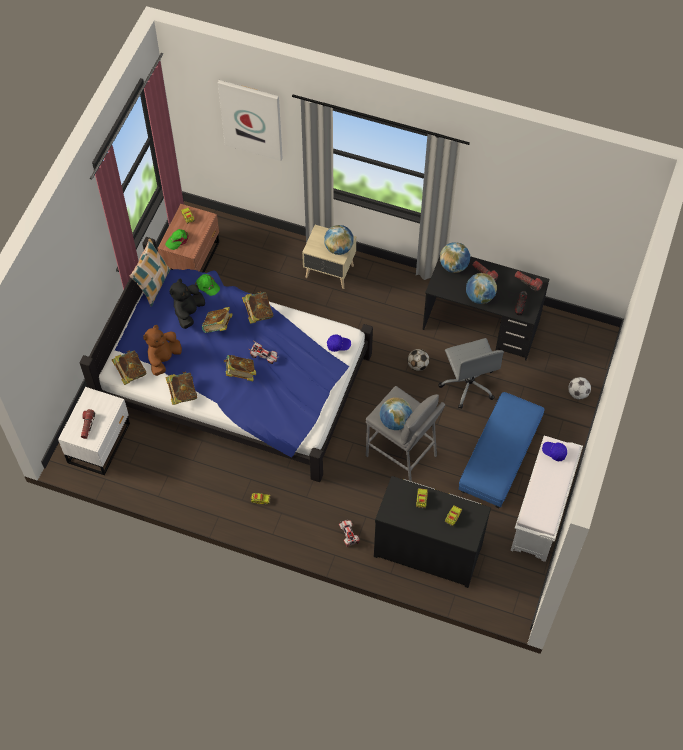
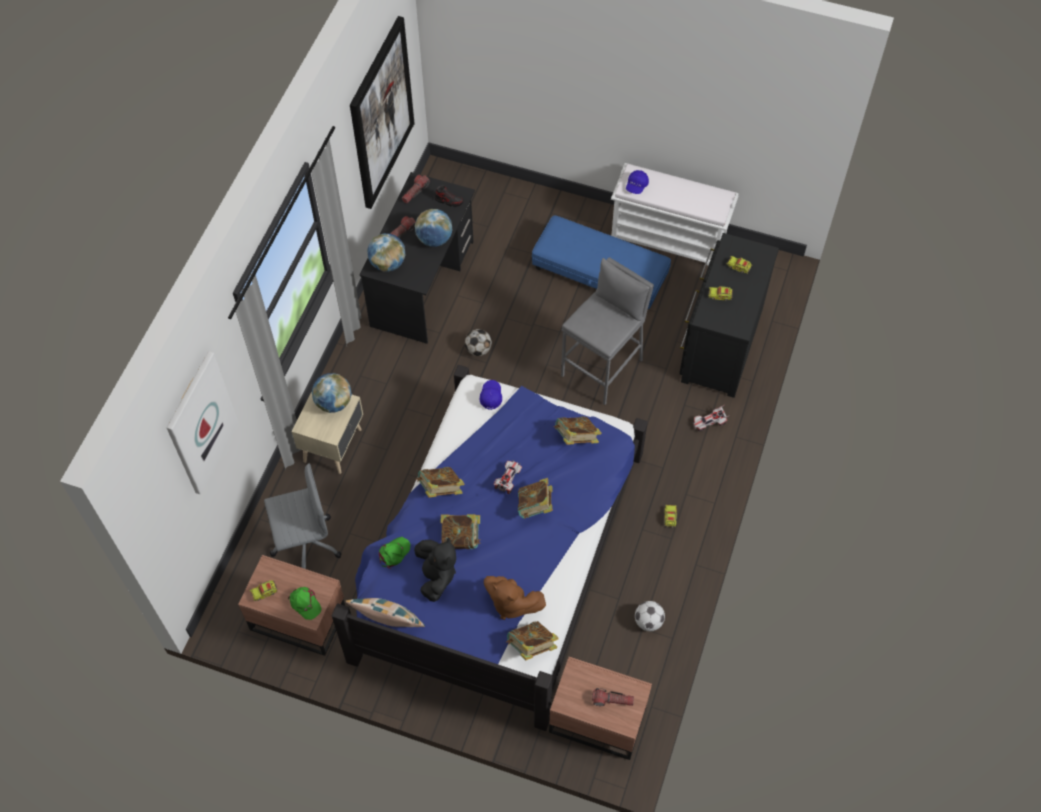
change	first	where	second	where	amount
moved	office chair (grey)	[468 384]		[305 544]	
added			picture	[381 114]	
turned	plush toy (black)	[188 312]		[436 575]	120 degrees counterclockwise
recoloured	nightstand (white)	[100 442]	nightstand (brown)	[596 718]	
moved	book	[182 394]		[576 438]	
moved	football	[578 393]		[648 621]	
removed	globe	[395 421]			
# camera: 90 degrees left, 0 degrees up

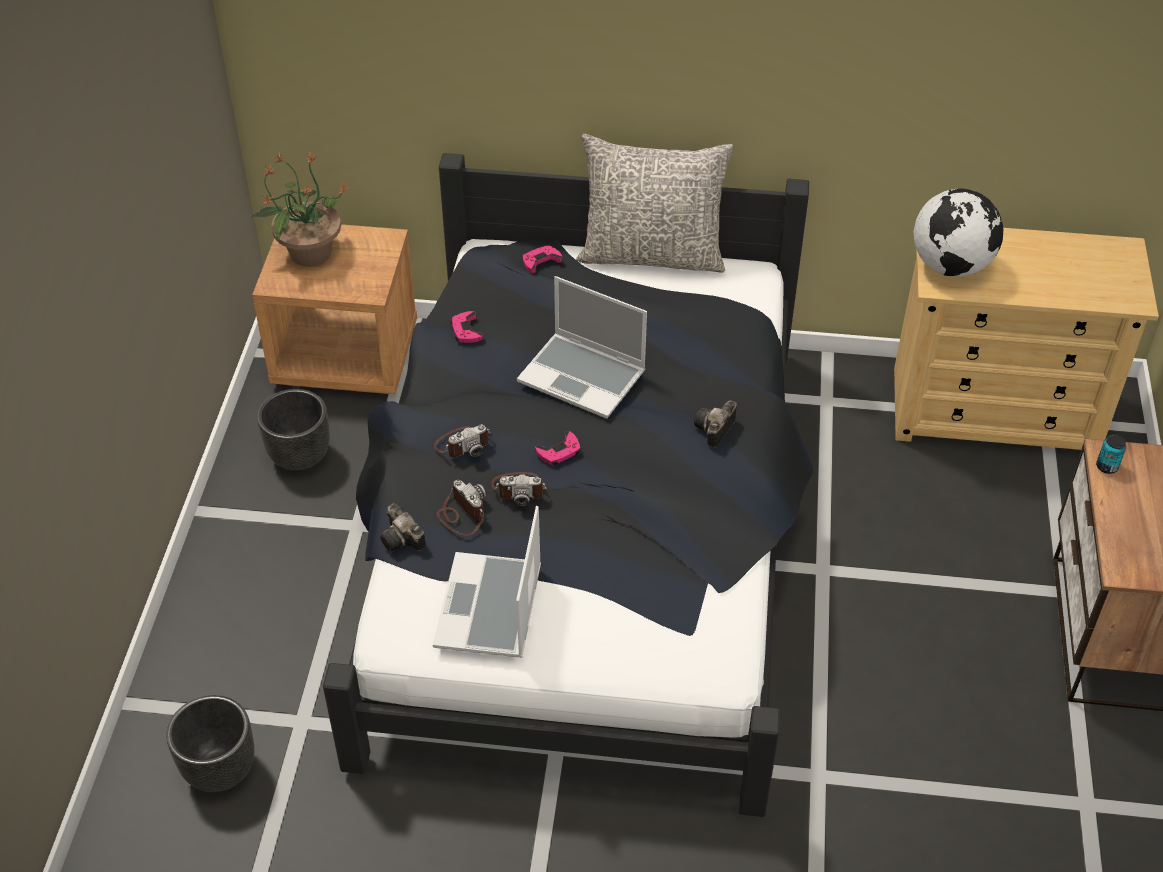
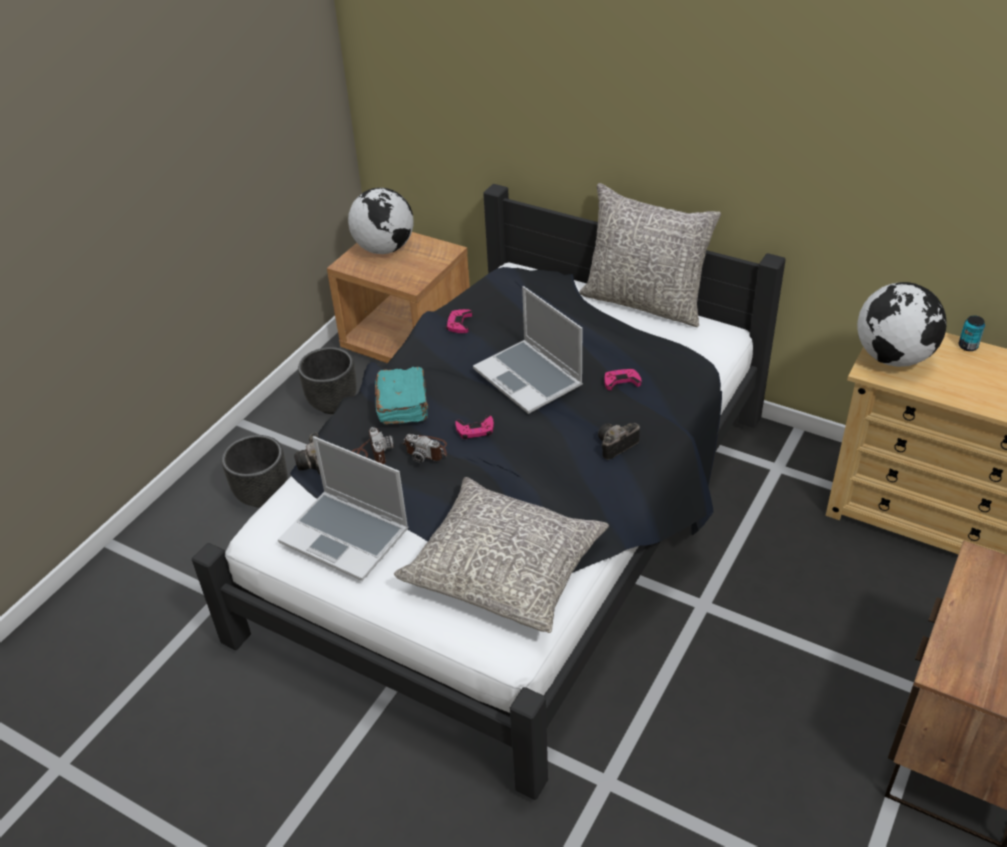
change	first	where	second	where	amount
moved	planter (black)	[221 770]		[264 495]	
turned	laptop	[490 609]		[347 536]	90 degrees counterclockwise
replaced	potted plant	[309 253]	globe	[384 248]	
replaced	photo camera	[463 444]	book (turquoise)	[403 405]	
added			pillow (grey)	[505 568]	
moved	game controller (pink)	[540 261]		[621 381]	
moved	can	[1107 466]		[968 346]	
# camera: 25 degrees right, 5 degrees down

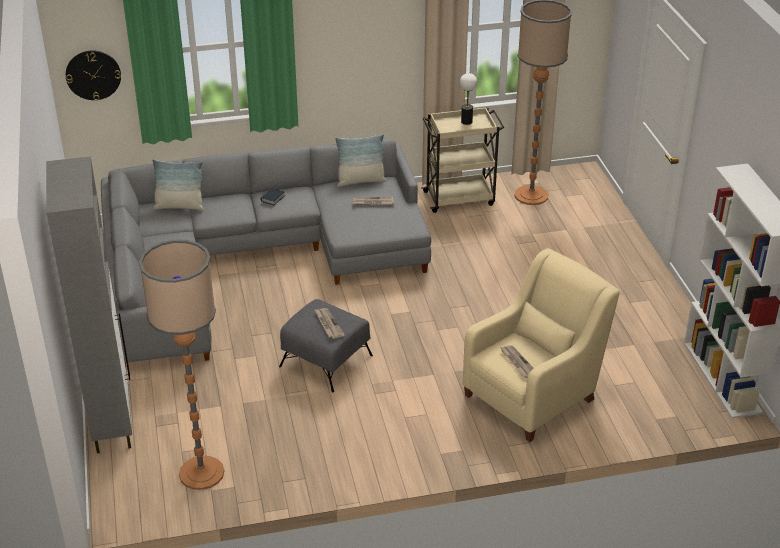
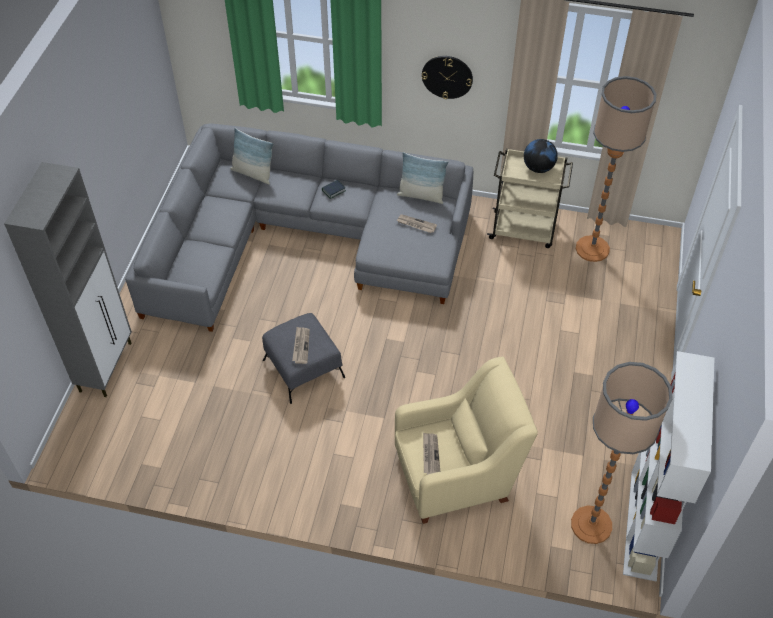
change	first	where	second	where	amount
moved	wall clock	[93 75]		[447 76]	
replaced	table lamp	[466 122]	globe	[538 168]	
moved	floor lamp	[201 473]		[591 525]	
# camera: 25 degrees right, 15 degrees up

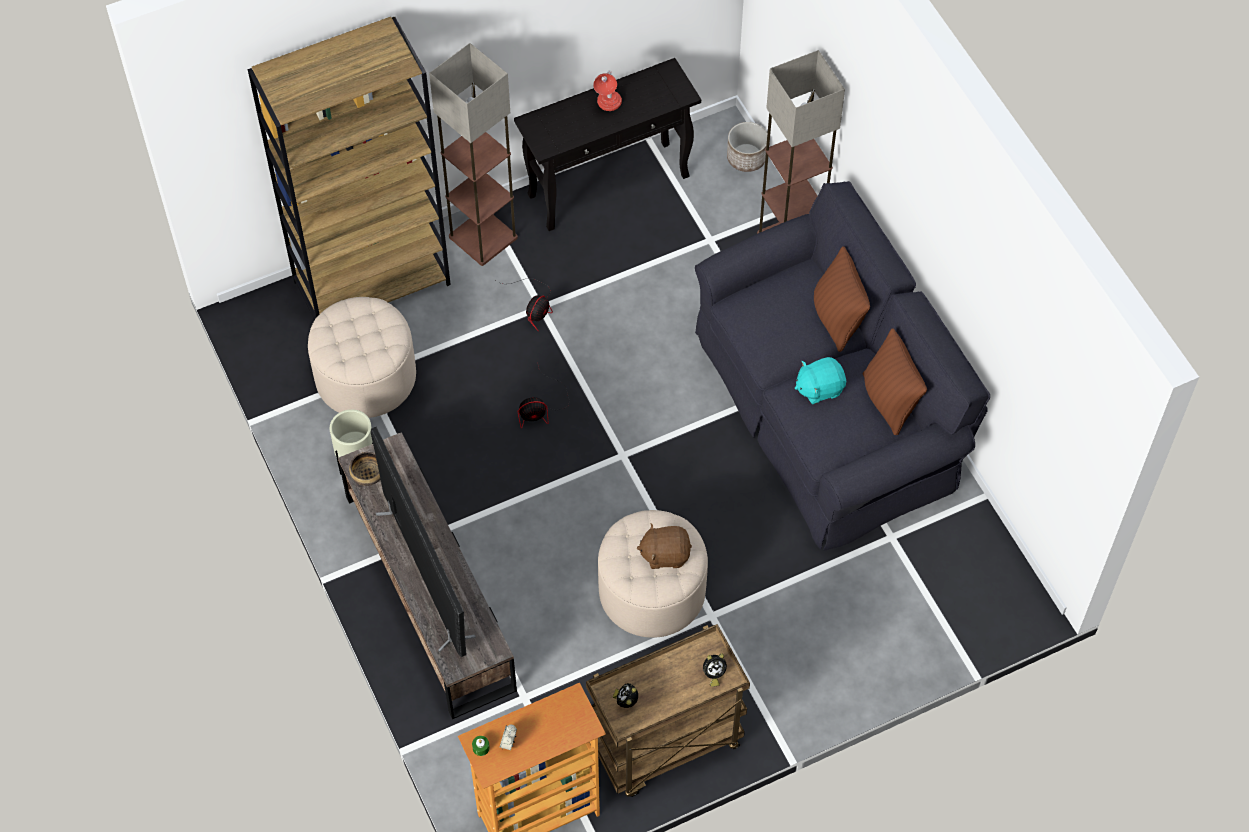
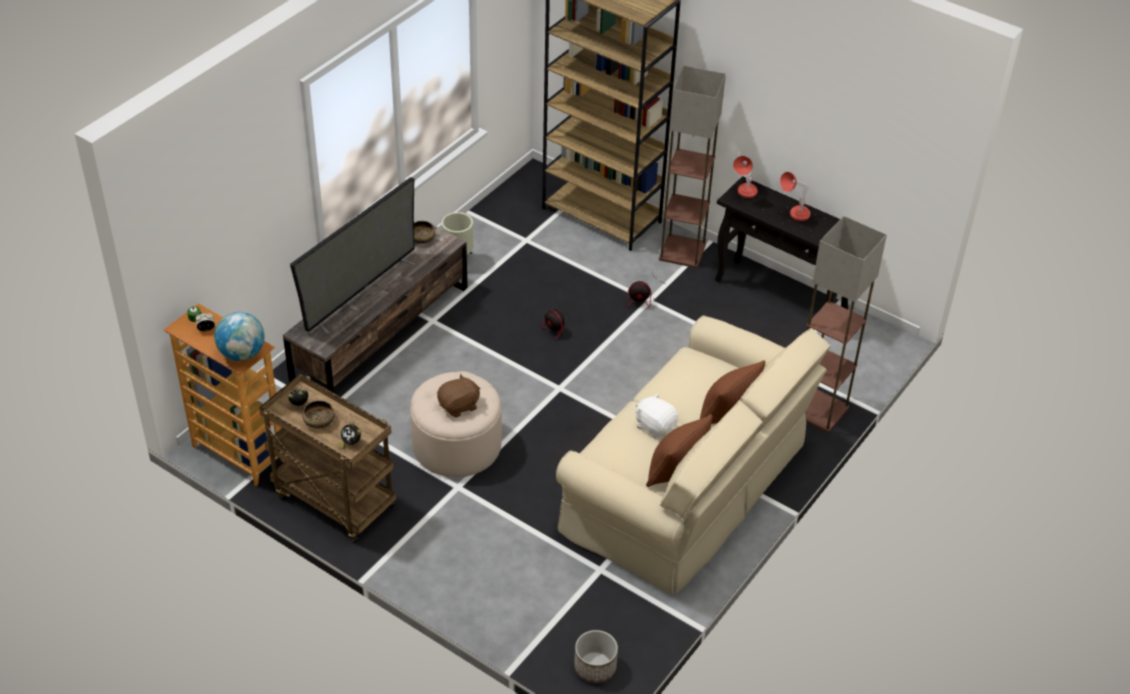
change	first	where	second	where	amount
added			globe	[242 354]	
added			bowl	[319 421]	
turned	plush toy (brown)	[665 554]		[459 406]	90 degrees clockwise
recoloured	sofa (black)	[829 409]	sofa (beige)	[688 488]	
moved	planter	[746 157]		[595 667]	
recoloured	plush toy (turquoise)	[819 388]	plush toy (white)	[655 426]	
added			table lamp (red)	[744 195]	
removed	ottoman (beige)	[366 376]			
# camera: 60 degrees right, 15 degrees down

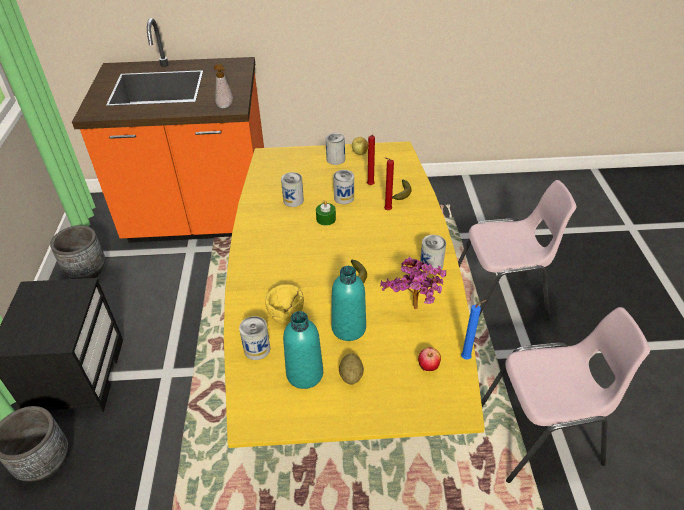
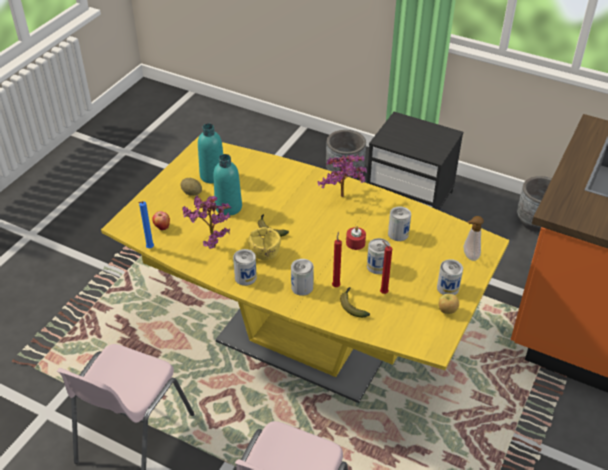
change	first	where	second	where	amount
moved	bowl (yellow)	[286 315]		[265 254]	
moved	can	[257 349]		[302 287]	
added			potted plant	[343 198]	
recoloured	candle (green)	[326 219]	candle (red)	[355 243]	
moved	soap dispenser	[226 106]		[469 256]	
# camera: 120 degrees right, 0 degrees up

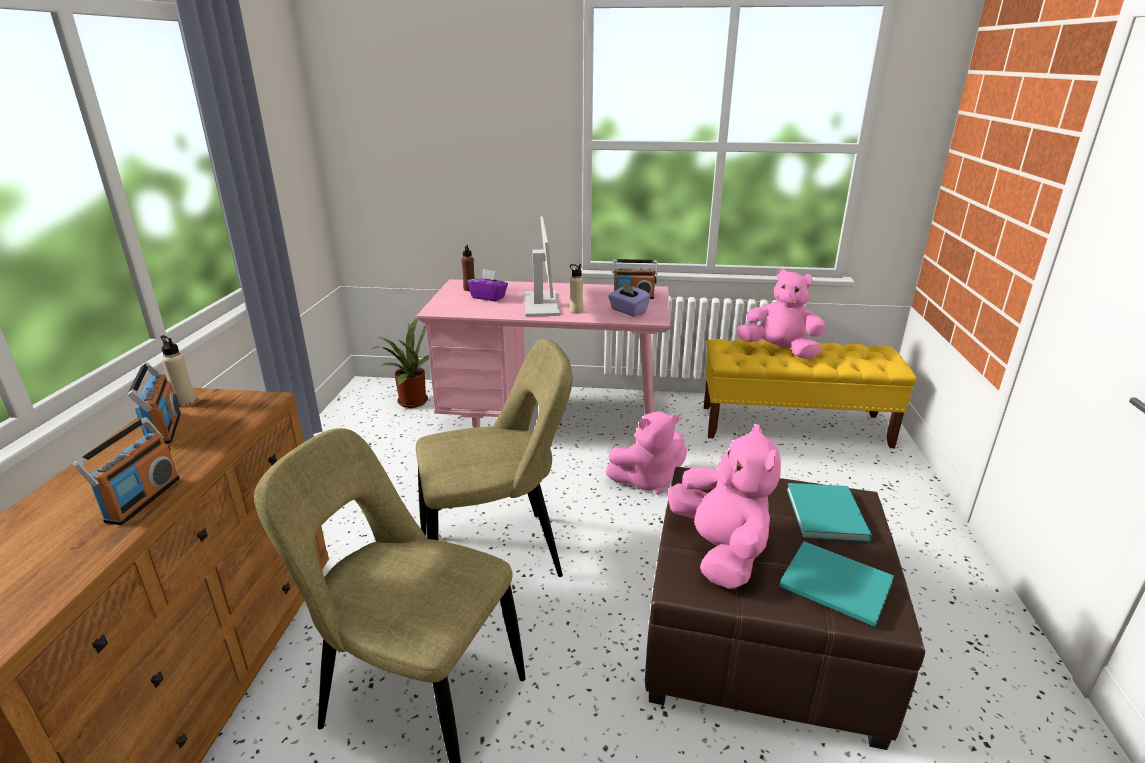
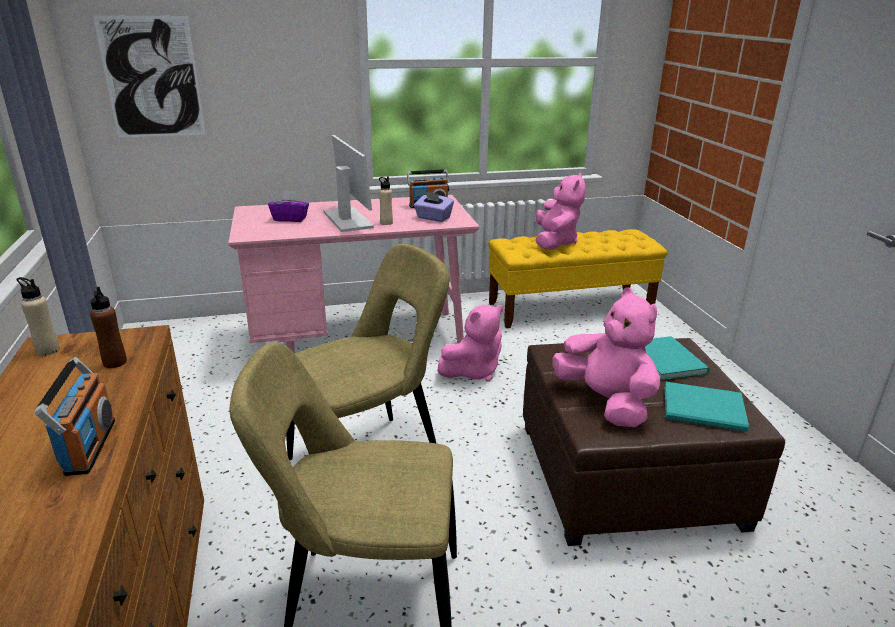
change	first	where	second	where	amount
moved	bottle (brown)	[469 289]		[115 362]	
added			picture	[152 78]	
turned	plush toy (pink)	[779 350]		[555 242]	90 degrees clockwise
removed	radio	[165 429]			
removed	potted plant	[410 401]			
# camera: 20 degrees left, 0 degrees up

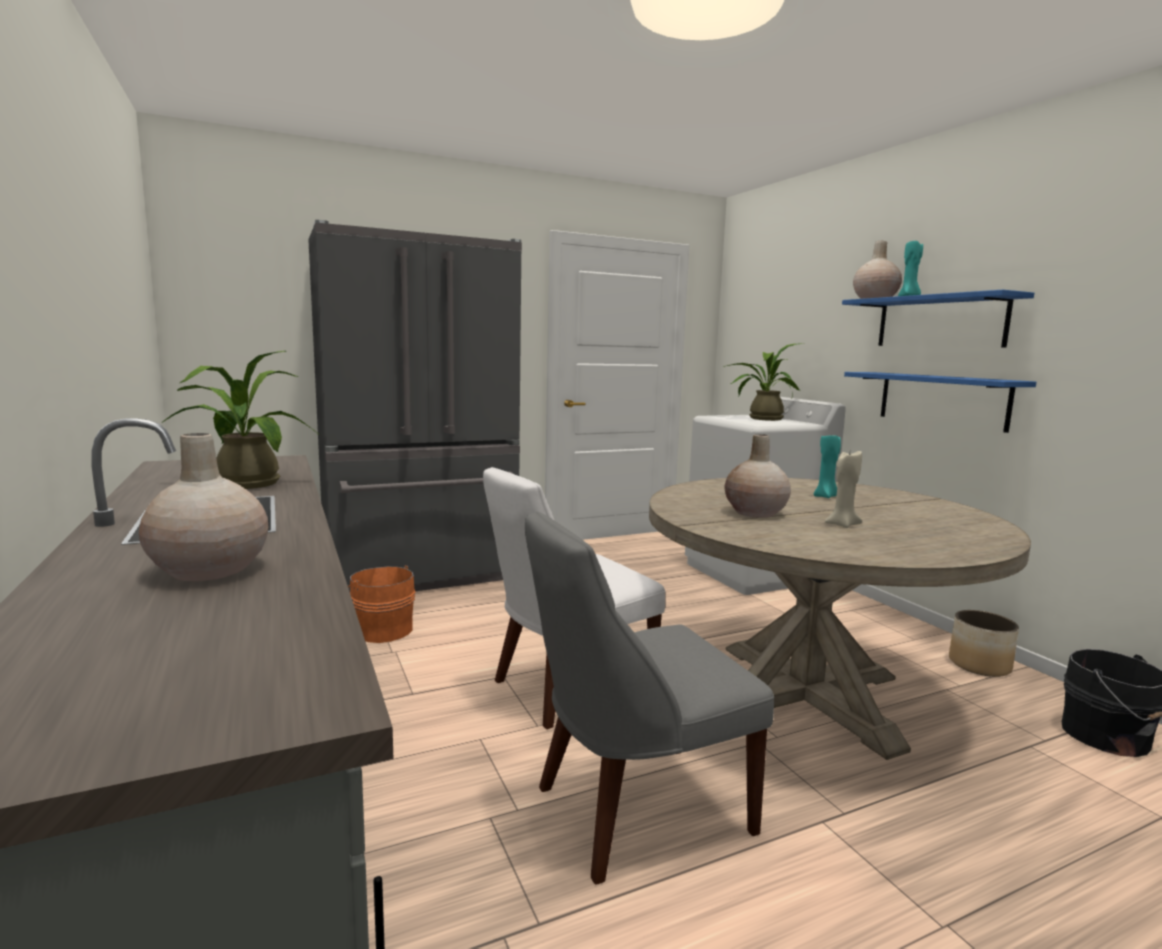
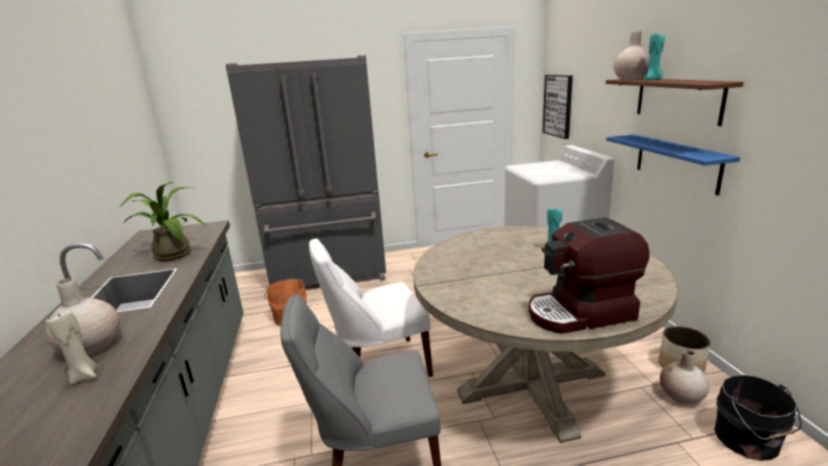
change	first	where	second	where	amount
moved	candle (beige)	[841 525]		[84 376]	
added			coffee machine	[581 313]	
added			picture	[558 105]	
recoloured	shelf (blue)	[940 322]	shelf (brown)	[677 99]	
moved	vase (beige)	[755 513]		[681 396]	
removed	potted plant	[761 418]			
# camera: 15 degrees right, 10 degrees up

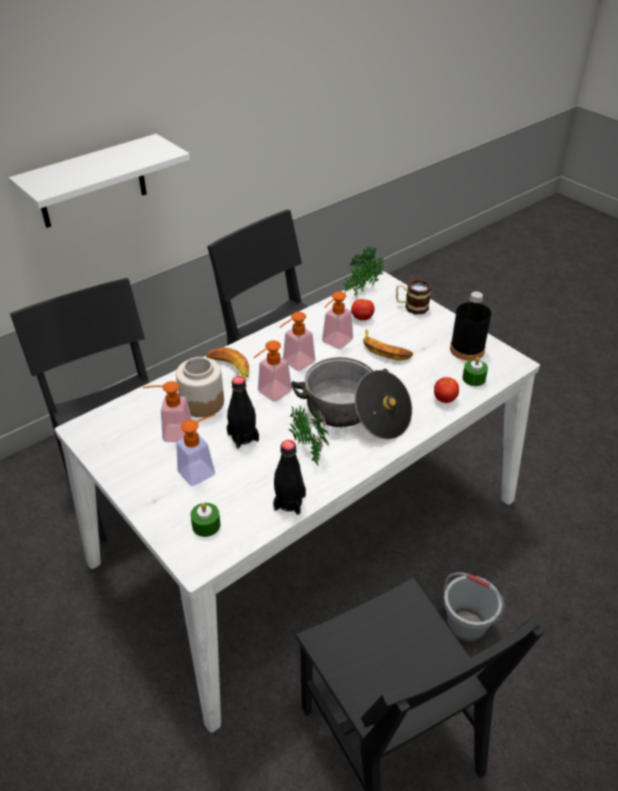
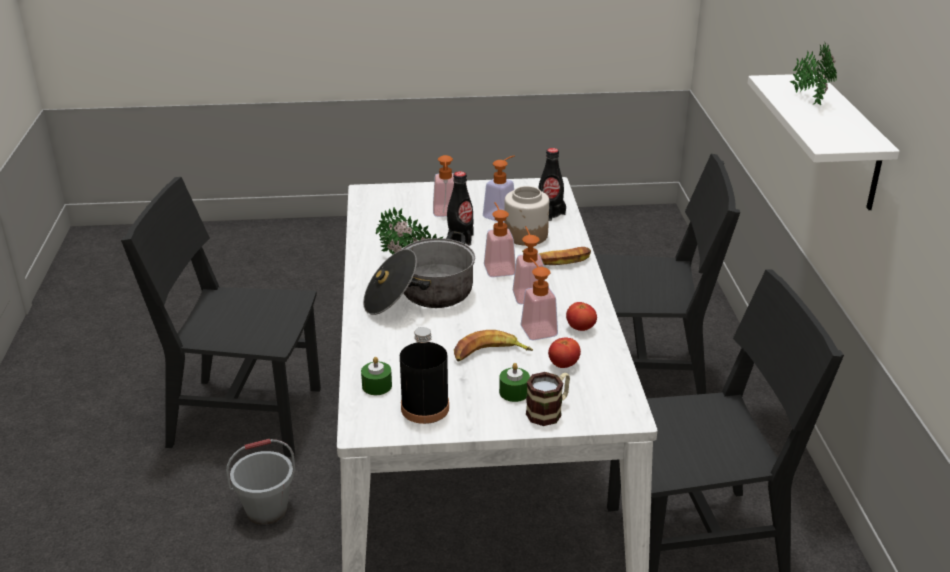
change	first	where	second	where	amount
moved	candle (green)	[206 525]		[514 392]	
moved	bottle (black)	[289 502]		[550 213]	
moved	tomato	[444 399]		[580 328]	
moved	potted plant	[360 291]		[809 99]	
# camera: 125 degrees right, 10 degrees down

